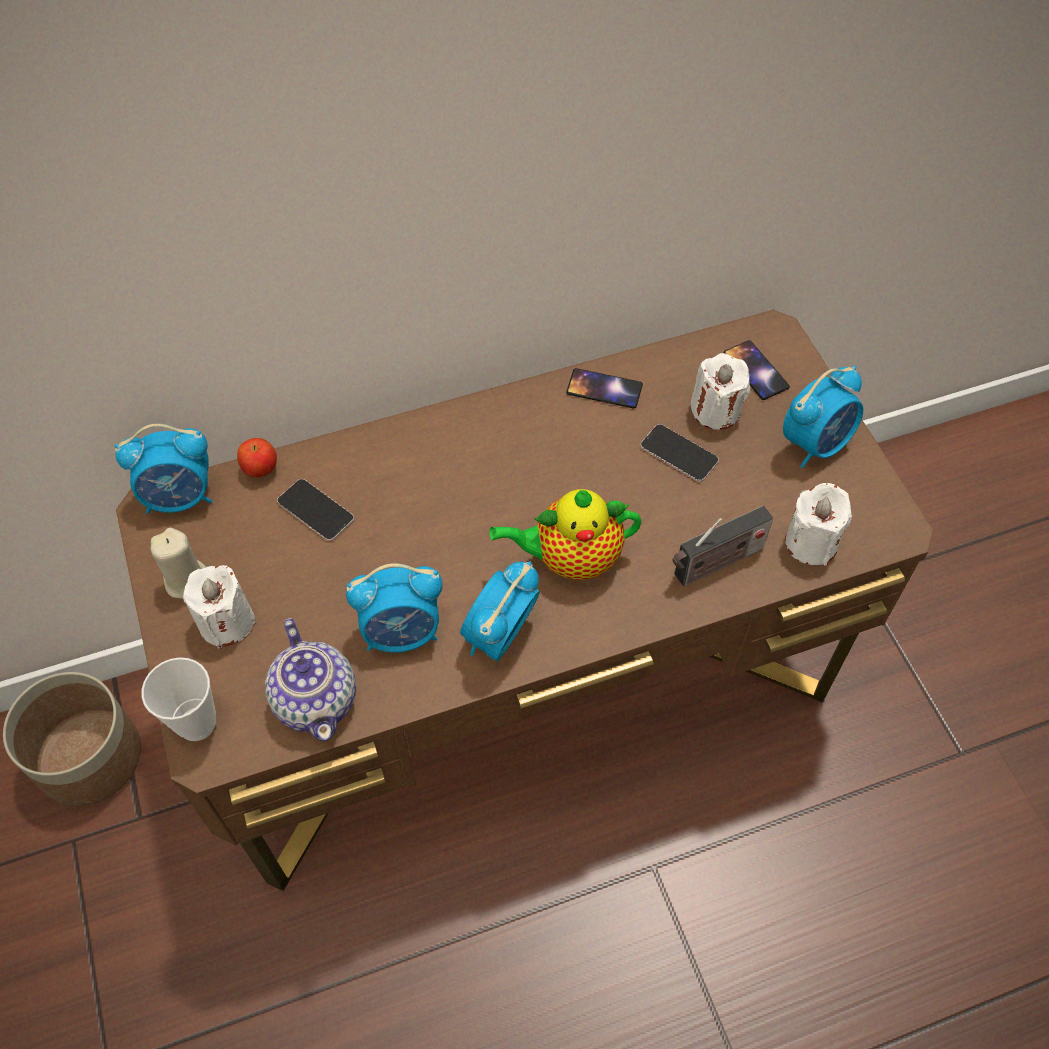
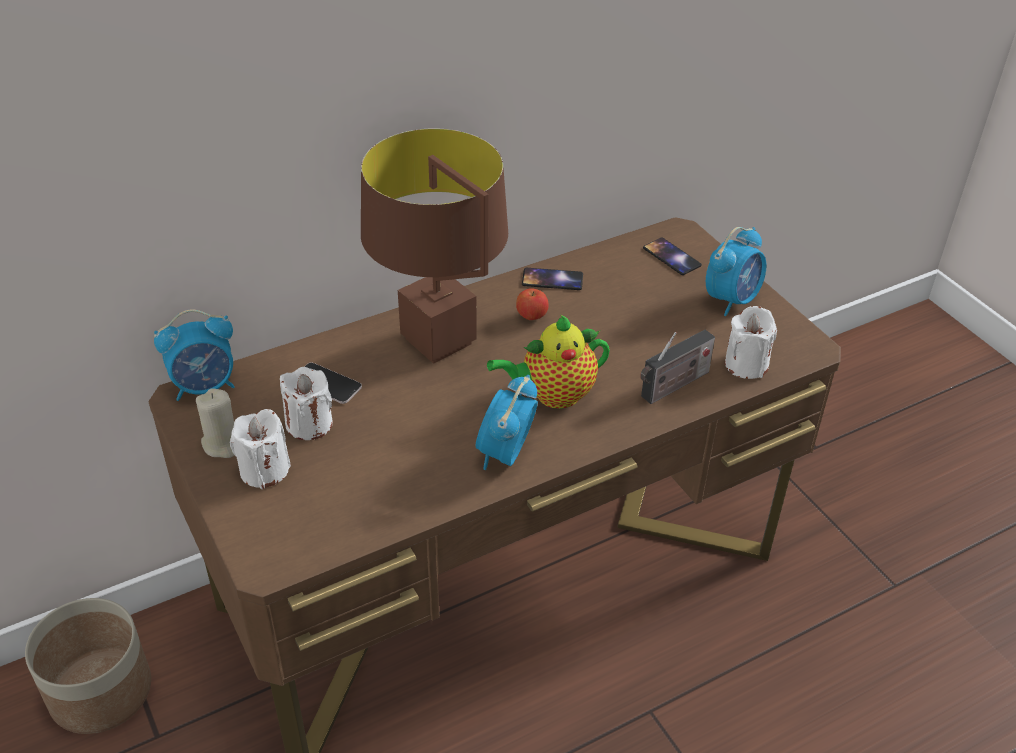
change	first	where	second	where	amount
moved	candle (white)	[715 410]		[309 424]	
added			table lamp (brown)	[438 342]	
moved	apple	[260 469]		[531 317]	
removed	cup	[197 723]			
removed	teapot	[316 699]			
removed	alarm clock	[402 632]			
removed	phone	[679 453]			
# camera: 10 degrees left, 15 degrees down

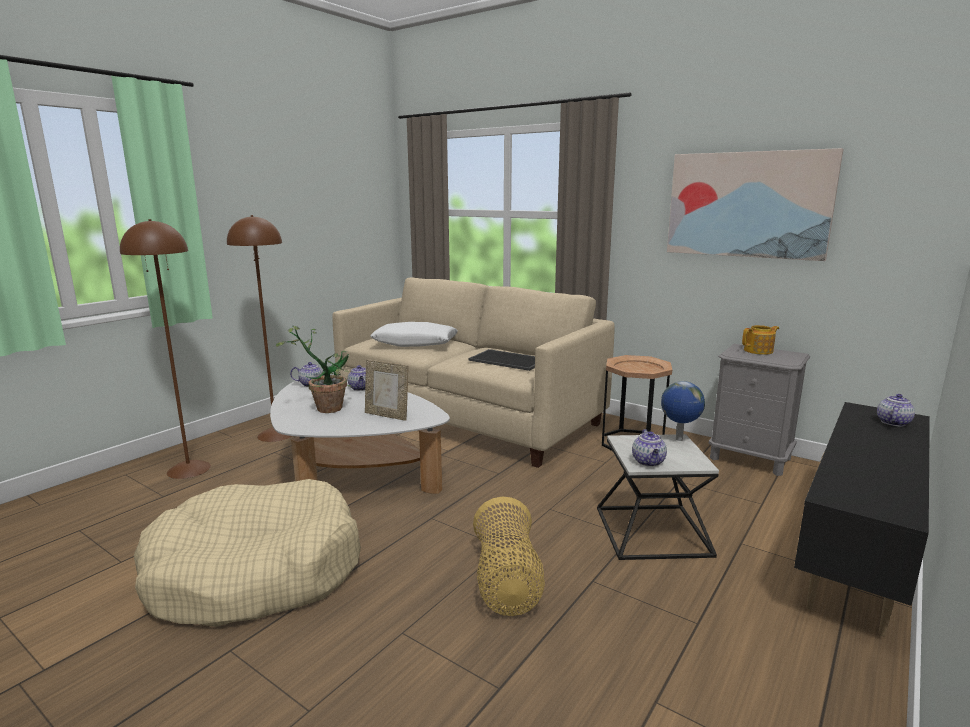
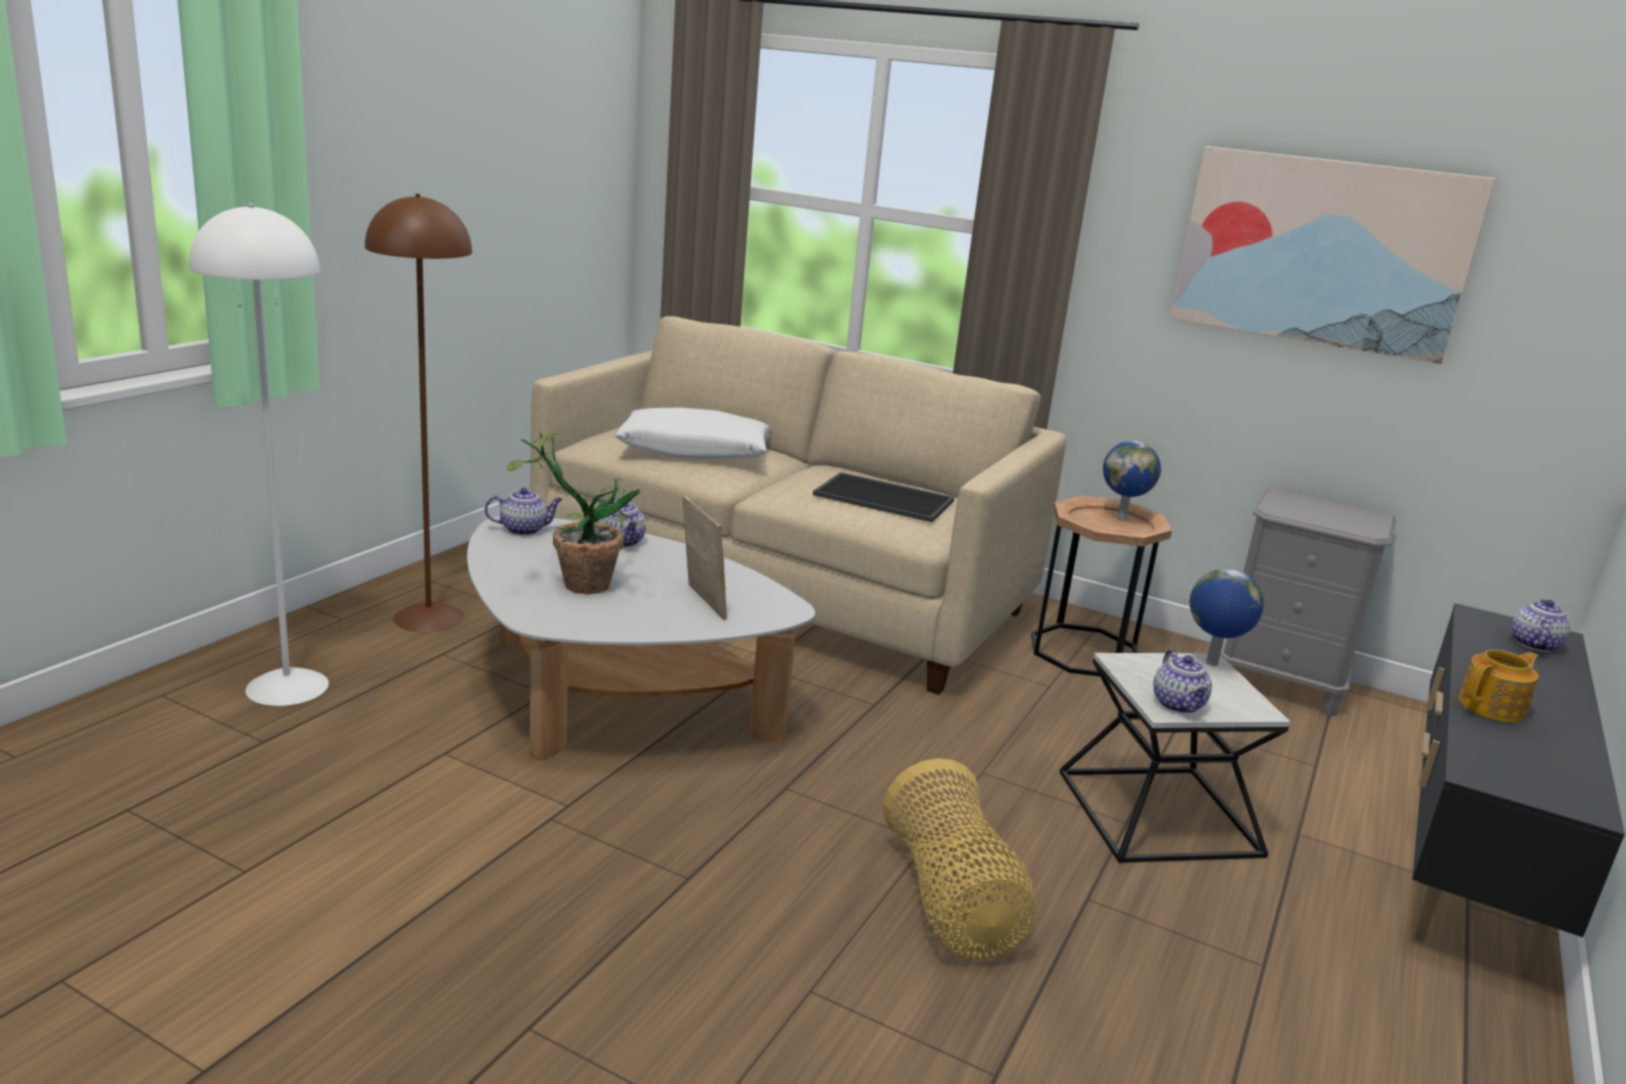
change	first	where	second	where	amount
recoloured	floor lamp (brown)	[189 469]	floor lamp (white)	[287 686]	
turned	picture frame	[387 415]		[701 602]	135 degrees counterclockwise
added			globe	[1122 519]	
moved	teapot	[759 351]		[1493 707]	
removed	dog bed (beige)	[255 572]			
# camera: 10 degrees left, 5 degrees up

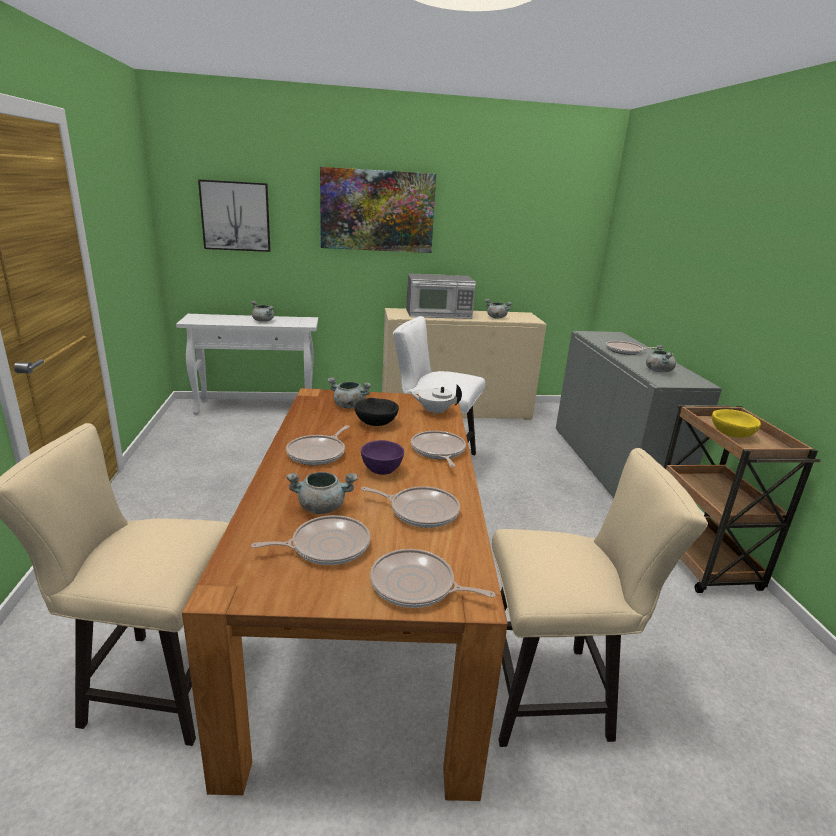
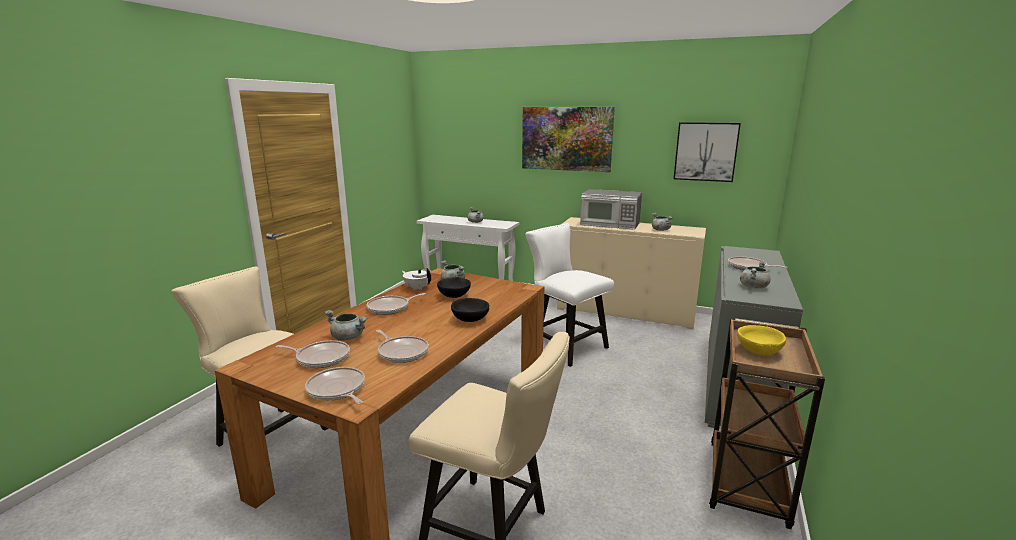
change	first	where	second	where	amount
moved	teapot (white)	[434 412]		[417 288]	
replaced	frying pan	[438 451]	bowl (black)	[470 320]	
moved	picture	[235 216]		[705 151]	
removed	bowl (purple)	[381 470]			
# camera: 30 degrees right, 5 degrees down

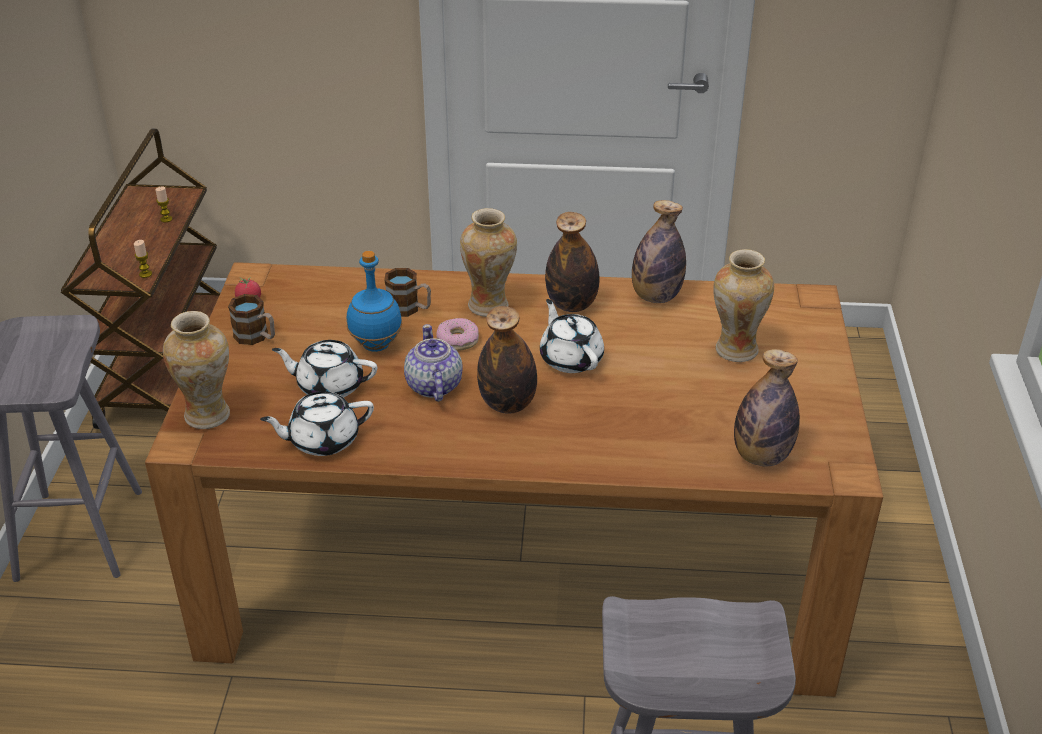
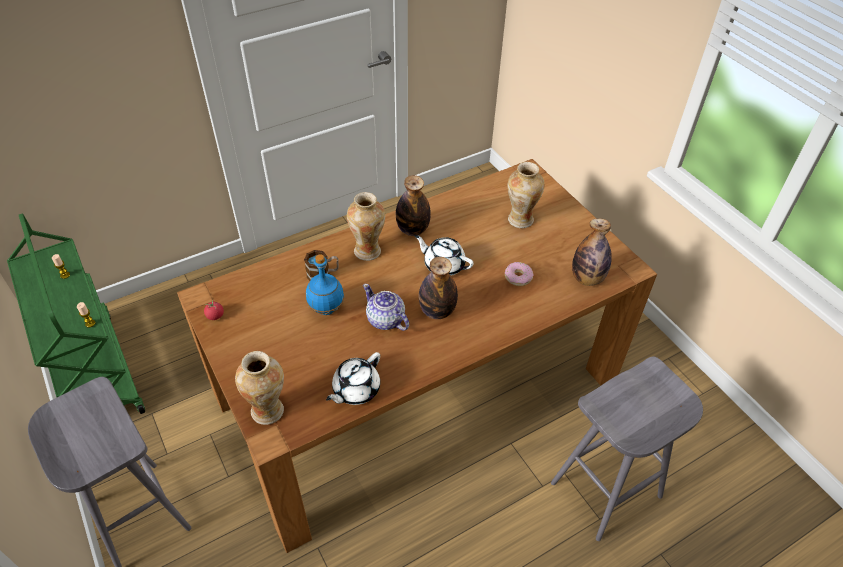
change	first	where	second	where	amount
recoloured	cart (brown)	[164 367]	cart (green)	[95 371]	
moved	donut	[458 340]		[518 277]	
removed	mug	[256 337]			
removed	teapot (white)	[329 386]			
removed	bottle	[656 297]			
# camera: 35 degrees left, 10 degrees up

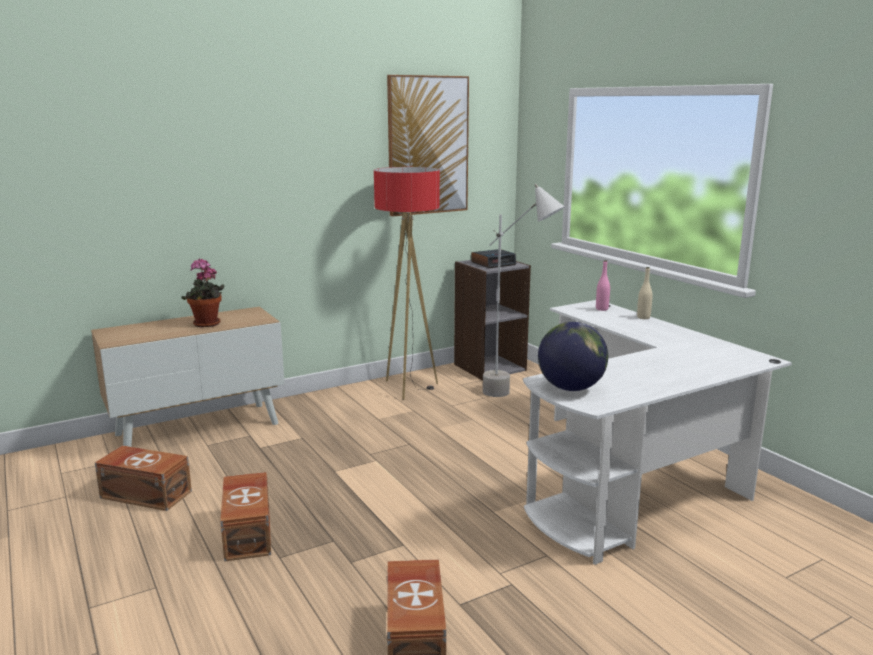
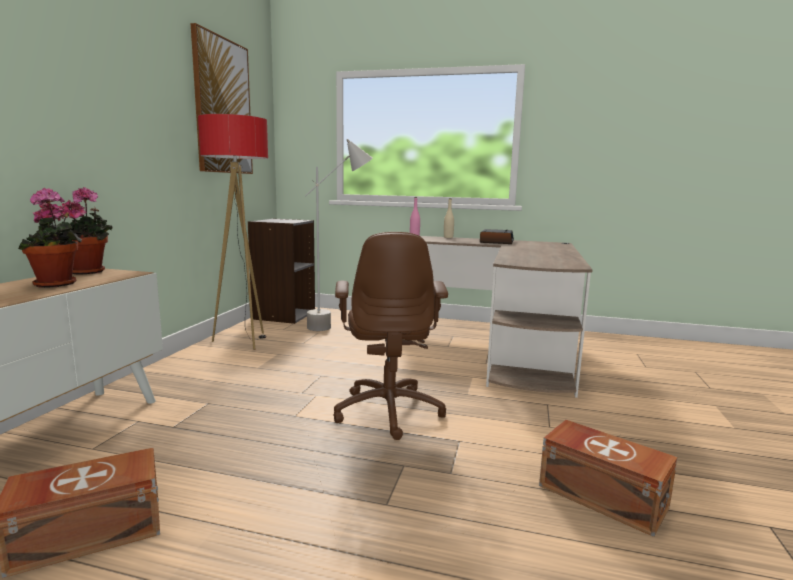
change	first	where	second	where	amount
added			potted plant	[90 271]	
added			office chair (brown)	[389 411]	
recoloured	desk (white)	[634 477]	desk (brown)	[495 347]	
moved	alarm clock	[493 263]		[496 241]	
removed	storage box (brown)	[249 532]			
removed	globe	[570 388]			
# camera: 45 degrees left, 5 degrees down

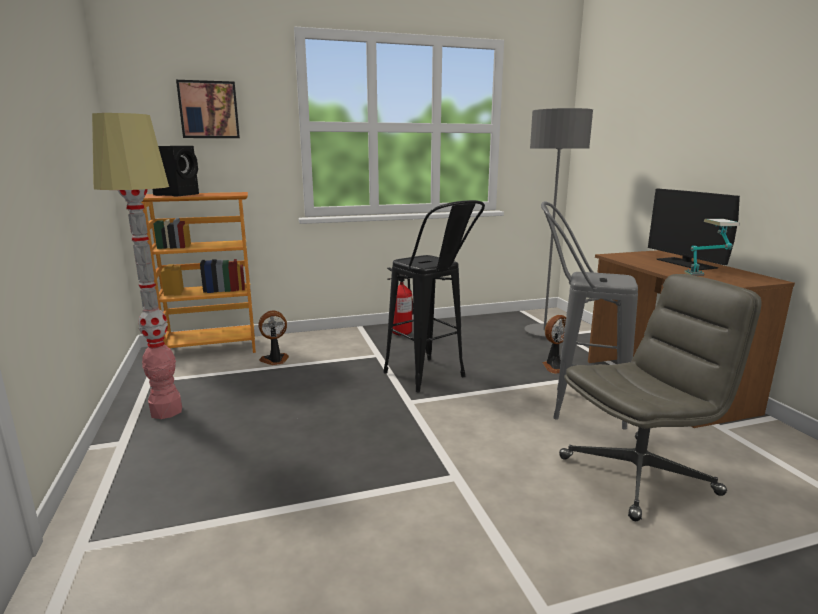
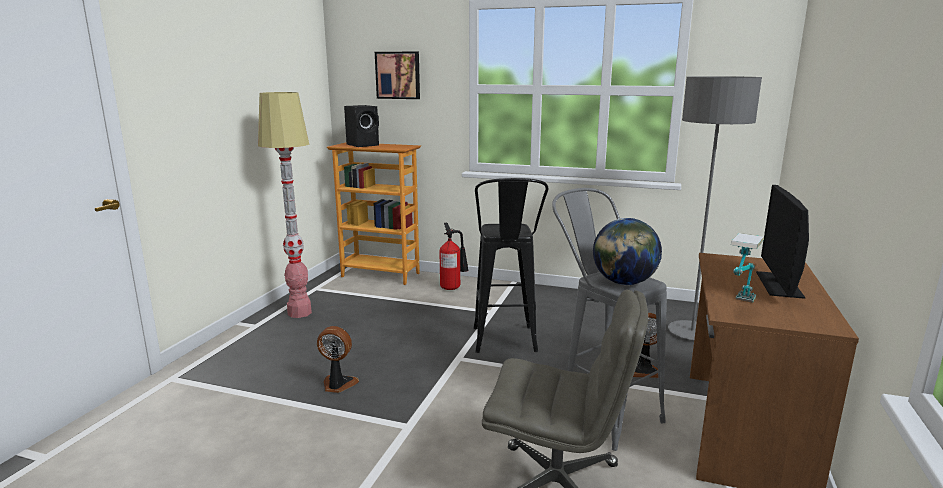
change	first	where	second	where	amount
moved	fan	[275 360]		[338 385]	
moved	fire extinguisher	[402 333]		[453 287]	
added			globe	[624 283]	
# camera: 35 degrees right, 0 degrees up

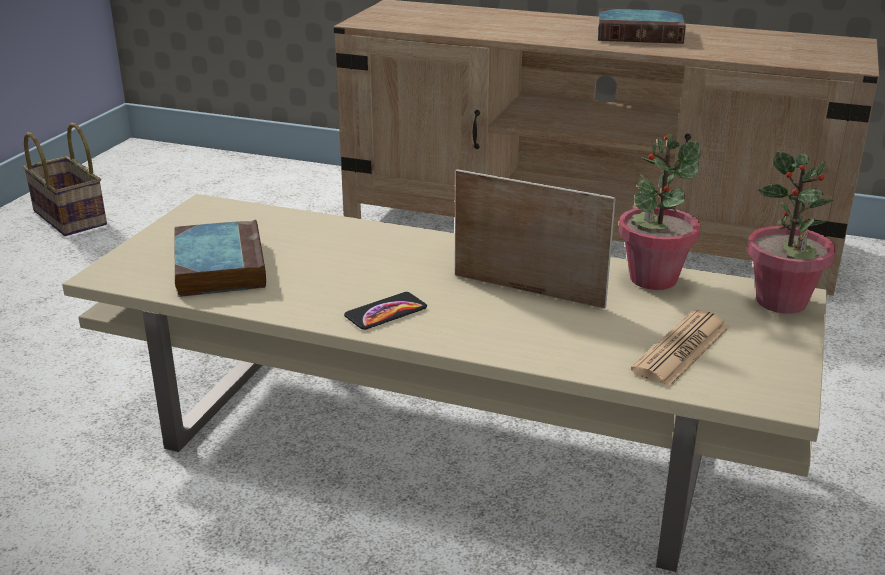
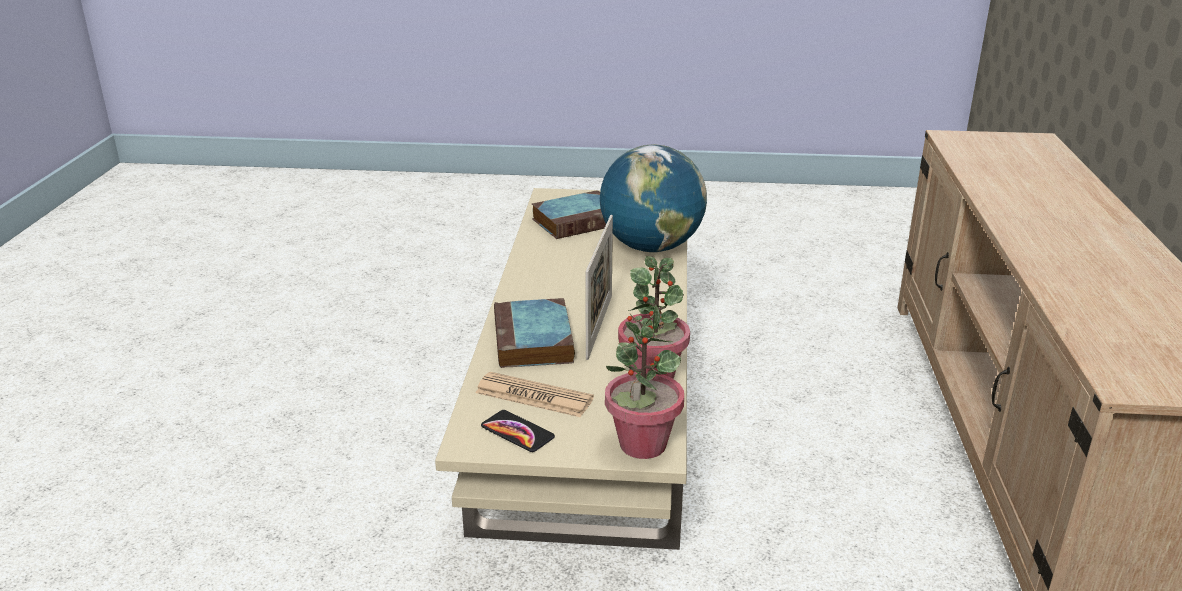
change	first	where	second	where	amount
moved	phone	[386 312]		[517 432]	
moved	book	[641 34]		[534 341]	
added			globe	[651 247]	
removed	basket	[67 217]			
# camera: 75 degrees right, 0 degrees up

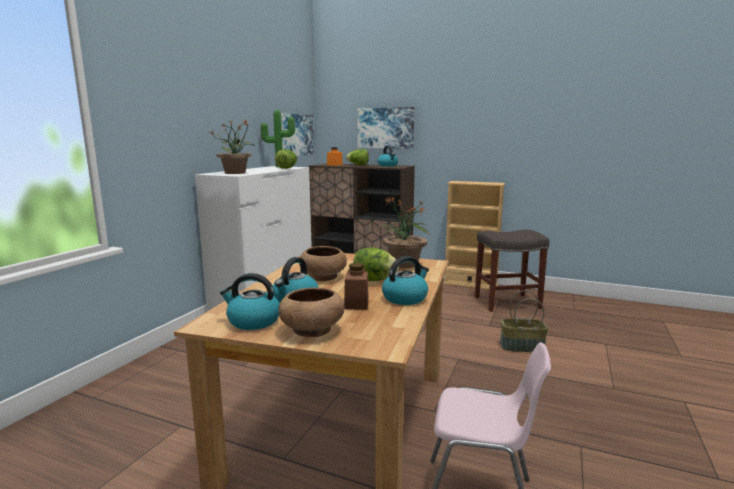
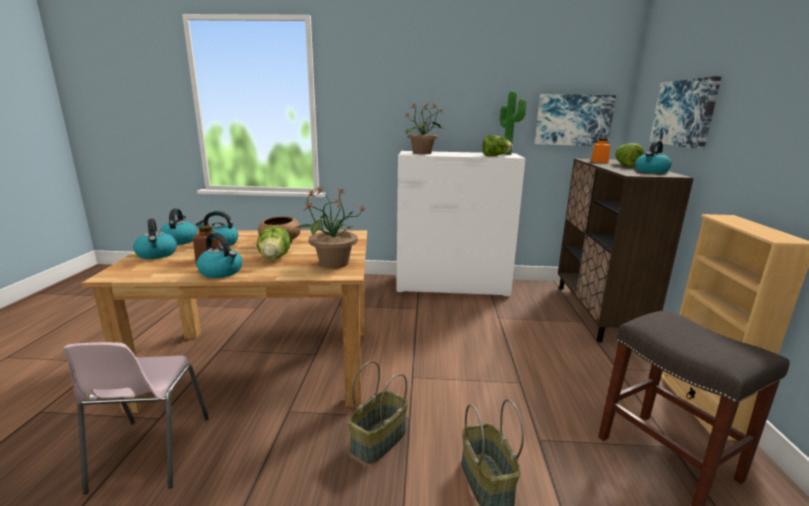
change	first	where	second	where	amount
replaced	bowl (brown)	[311 330]	kettle	[157 254]	
added			basket	[379 441]	
# camera: 70 degrees right, 5 degrees up

